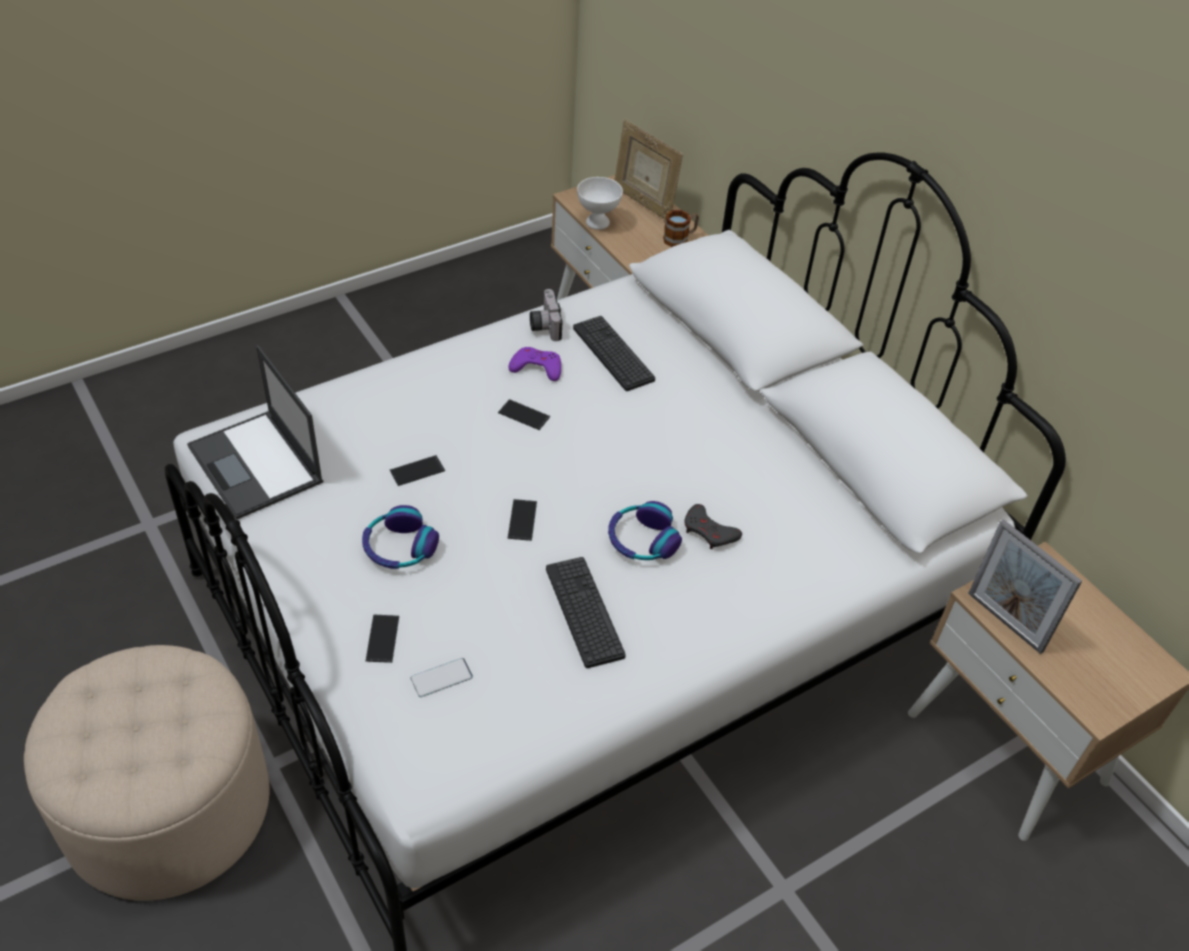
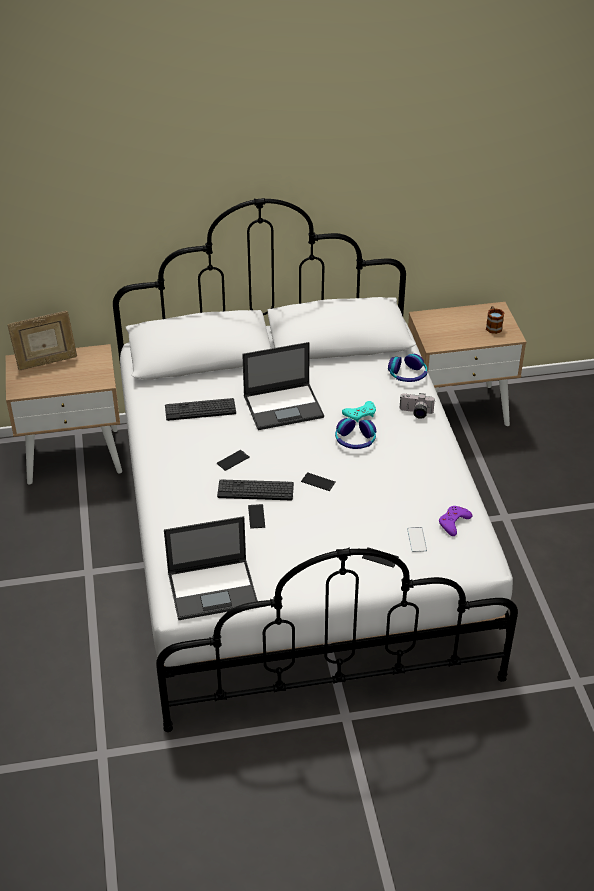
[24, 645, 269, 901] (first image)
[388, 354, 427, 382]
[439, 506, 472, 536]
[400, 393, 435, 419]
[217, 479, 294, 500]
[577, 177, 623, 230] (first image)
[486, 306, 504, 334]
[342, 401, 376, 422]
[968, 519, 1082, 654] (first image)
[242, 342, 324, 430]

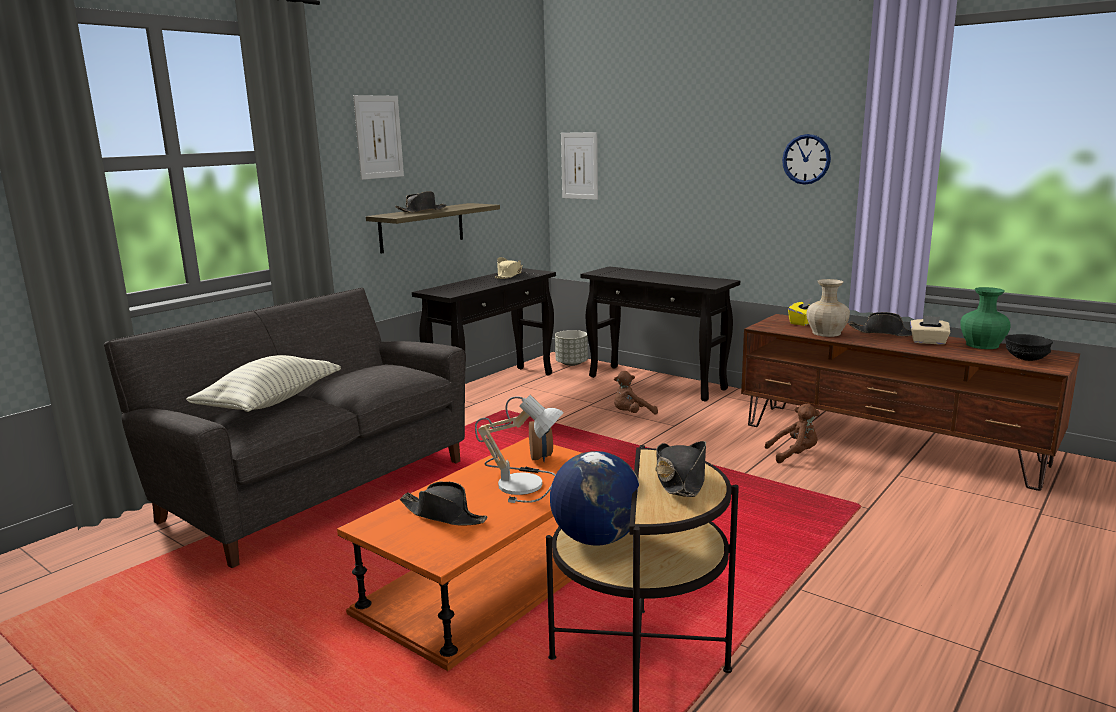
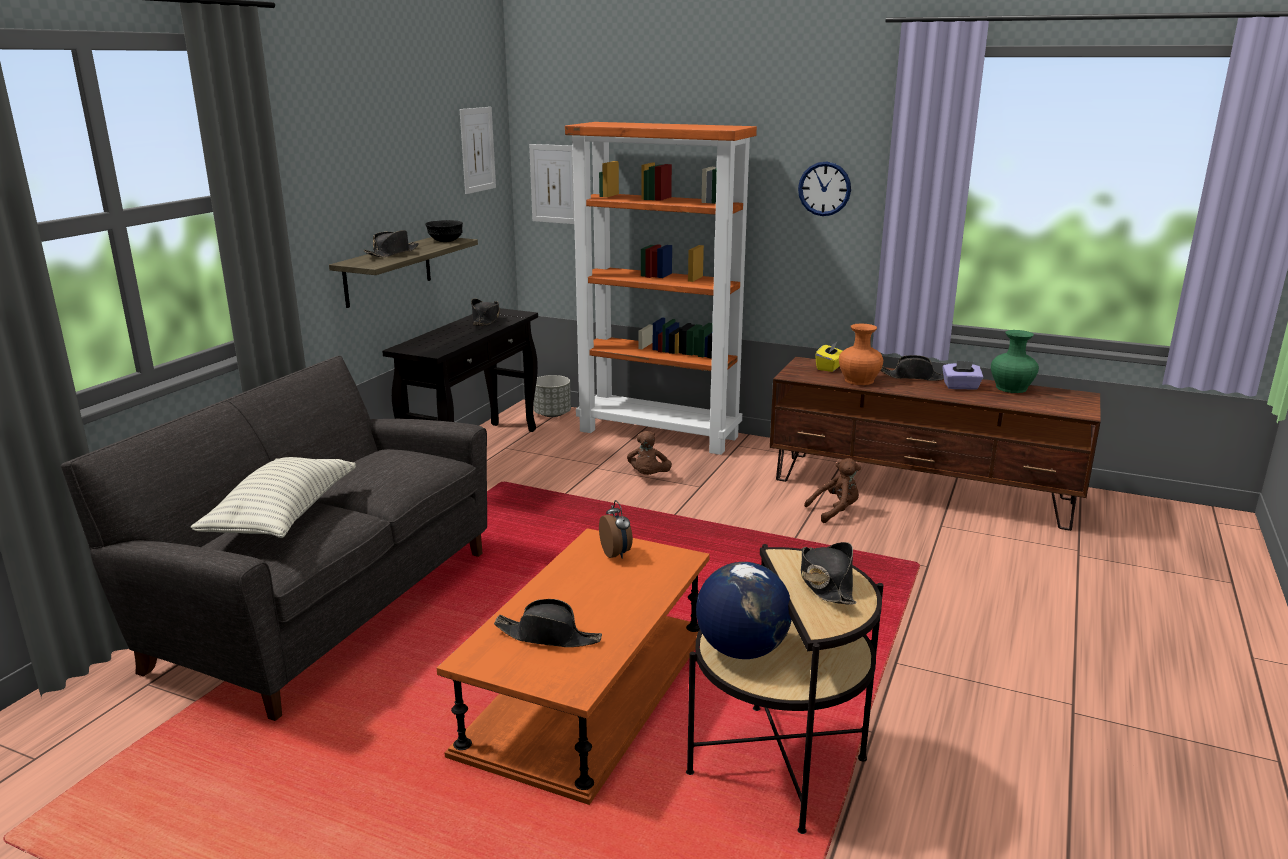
[460, 107, 496, 194]
[475, 395, 564, 503] (first image)
[471, 299, 500, 326]
[565, 122, 757, 455]
[627, 431, 672, 475]
[839, 324, 883, 385]
[942, 361, 983, 390]
[425, 220, 463, 242]

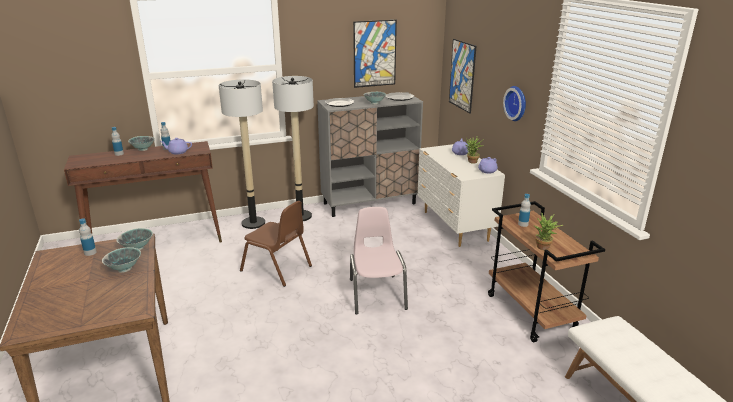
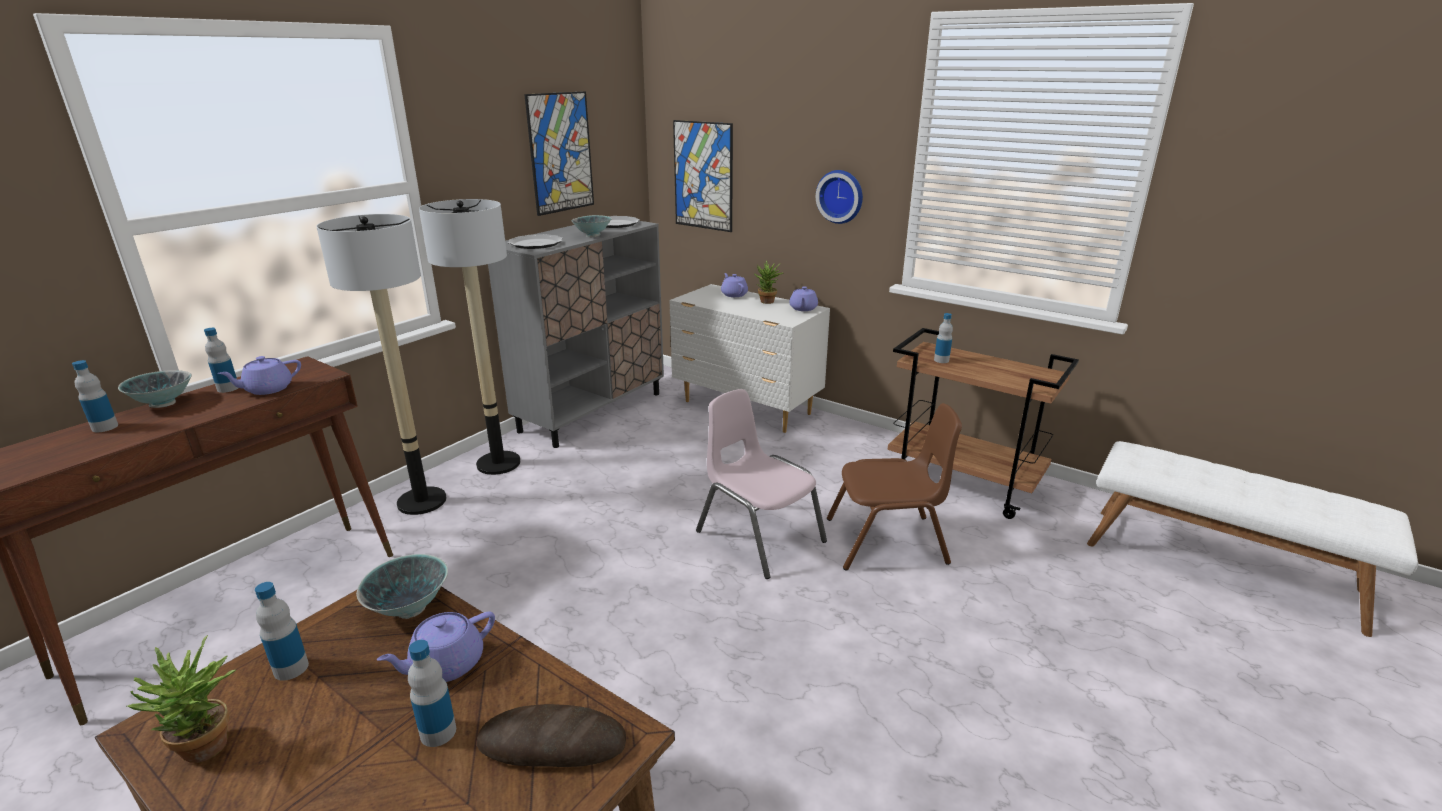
[377, 612, 495, 682]
[827, 403, 962, 571]
[127, 635, 236, 763]
[408, 640, 456, 747]
[477, 704, 626, 767]

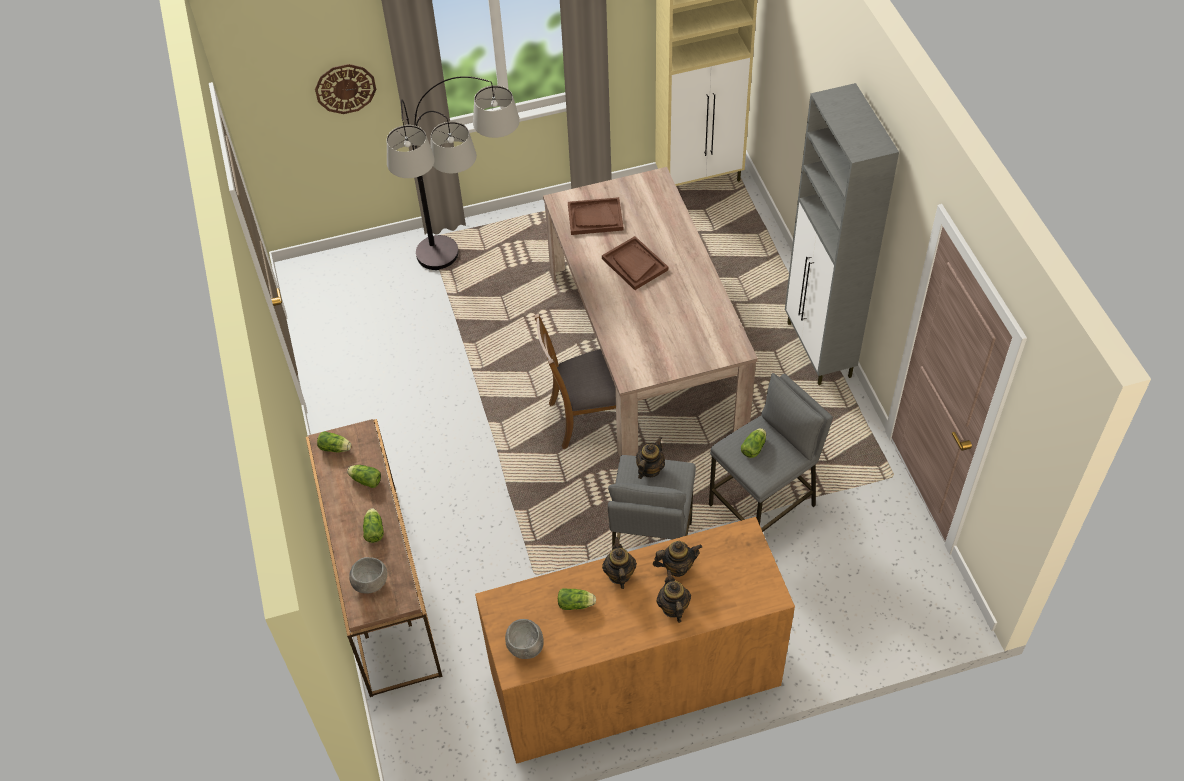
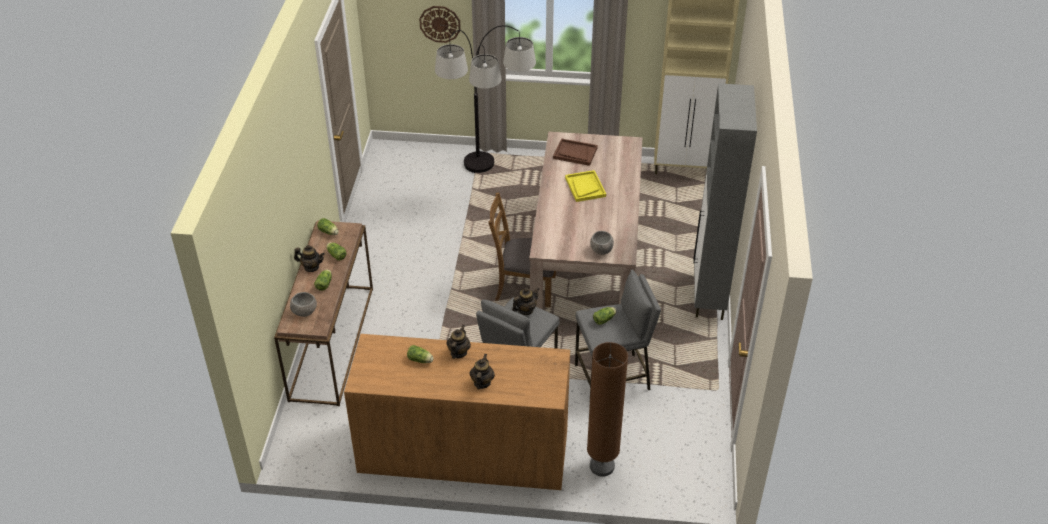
[590, 231, 614, 255]
[565, 170, 606, 202]
[294, 245, 325, 272]
[587, 342, 628, 477]

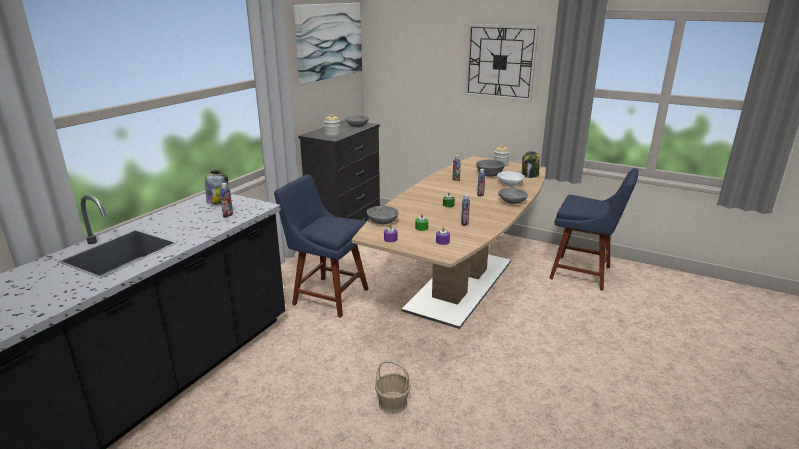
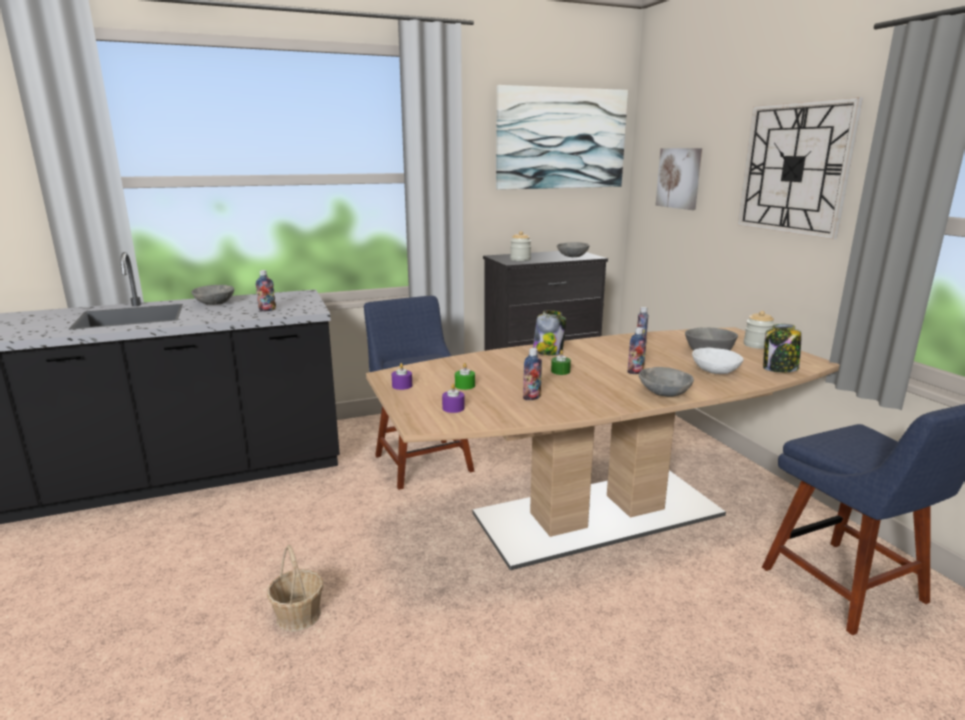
[533, 310, 566, 355]
[191, 285, 234, 305]
[655, 148, 702, 210]

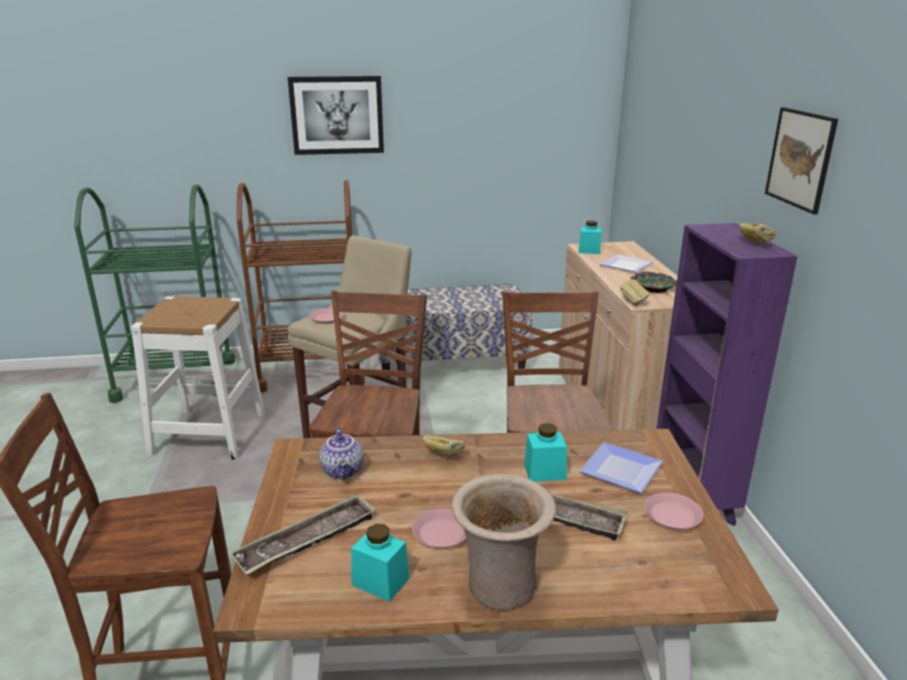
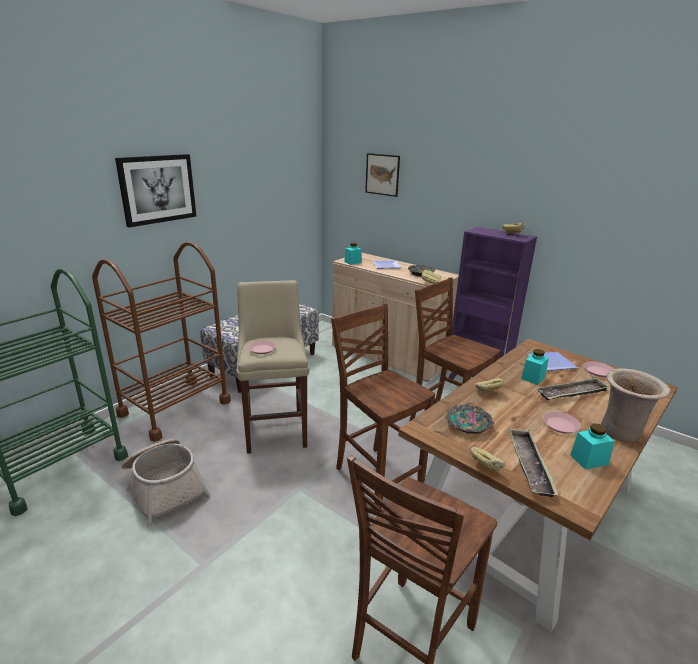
[122, 439, 211, 527]
[445, 404, 495, 434]
[365, 153, 400, 197]
[471, 447, 505, 471]

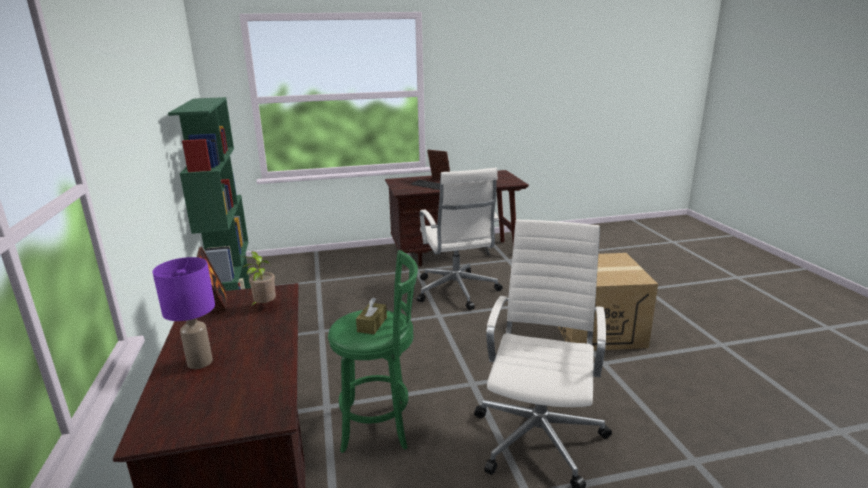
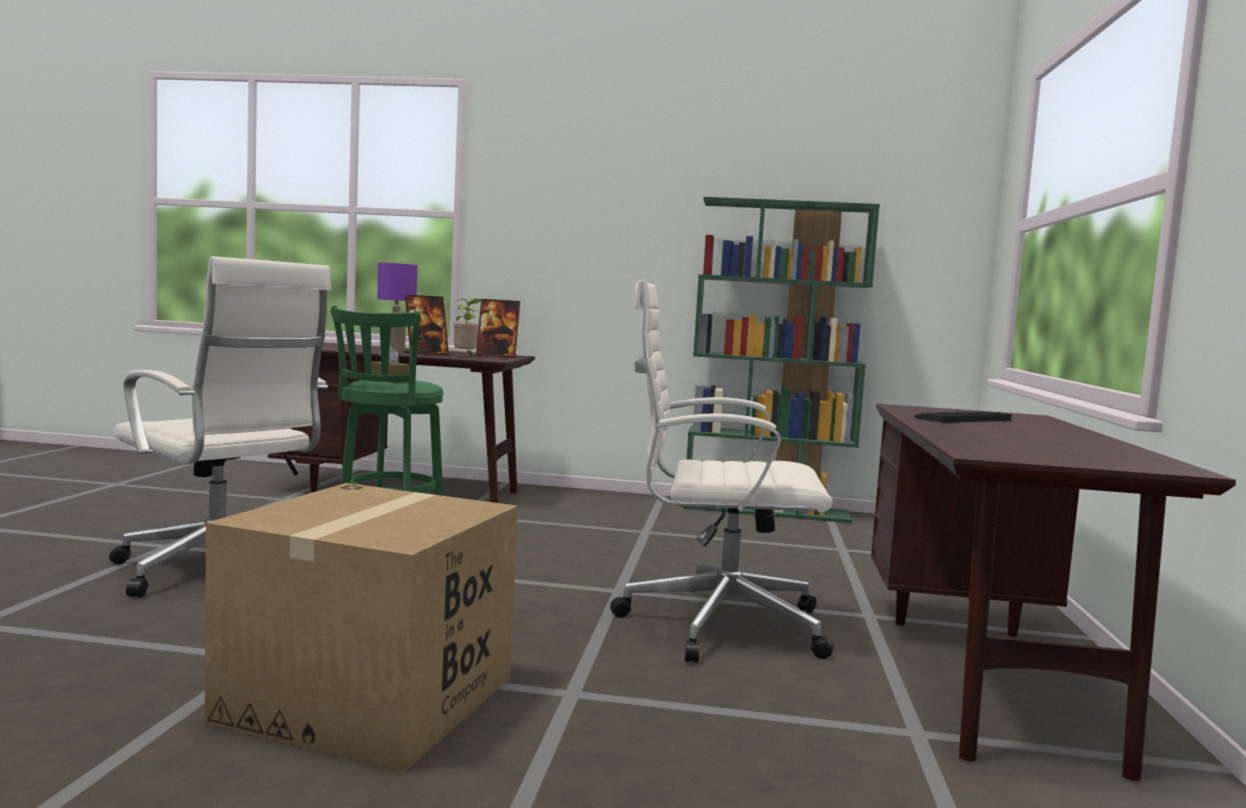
[404, 295, 449, 355]

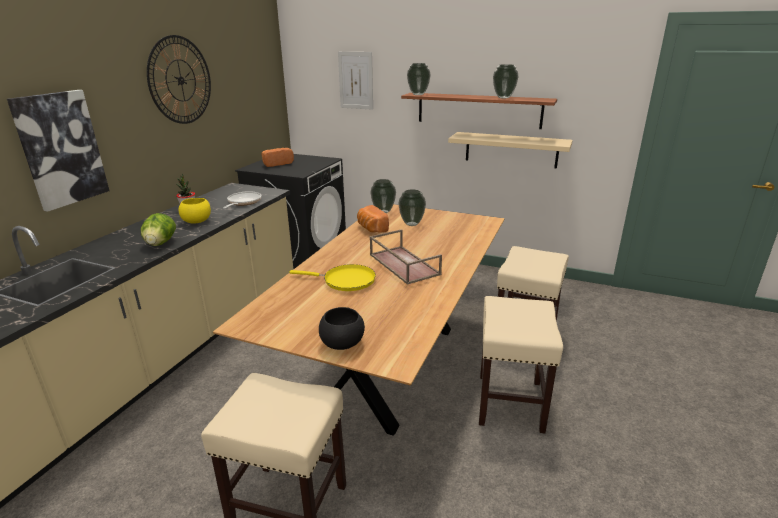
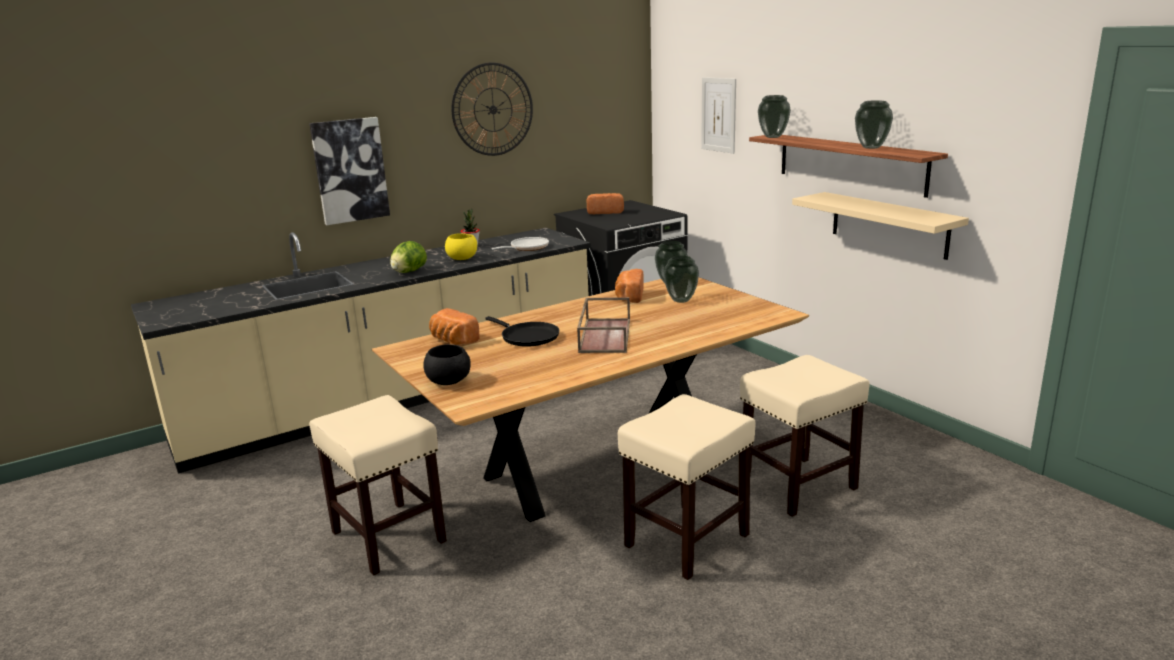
[485, 316, 559, 347]
[429, 308, 479, 345]

